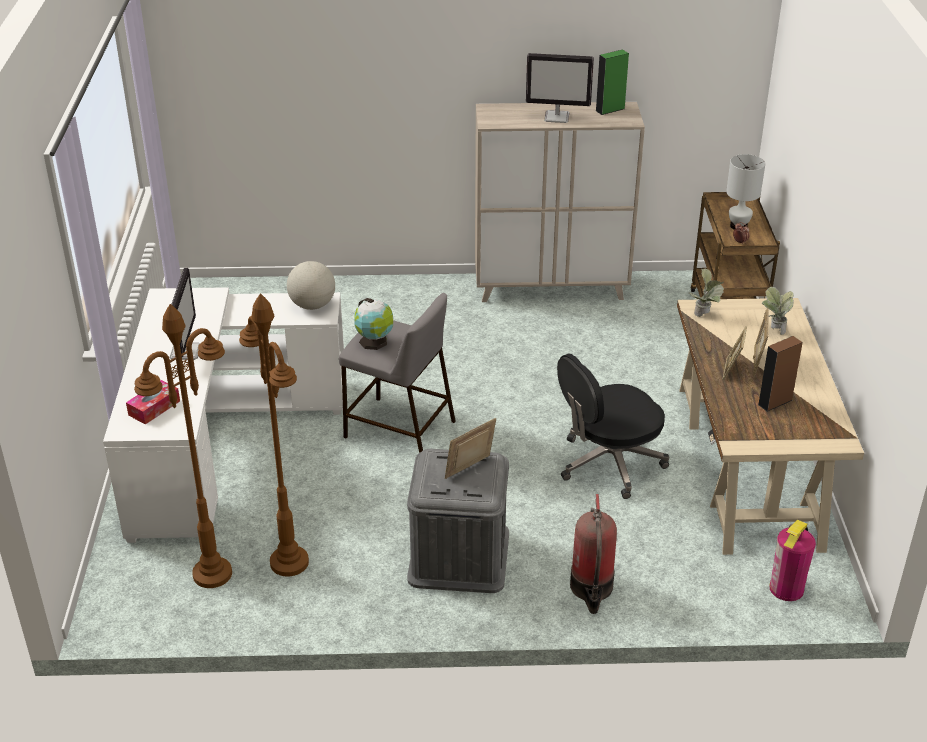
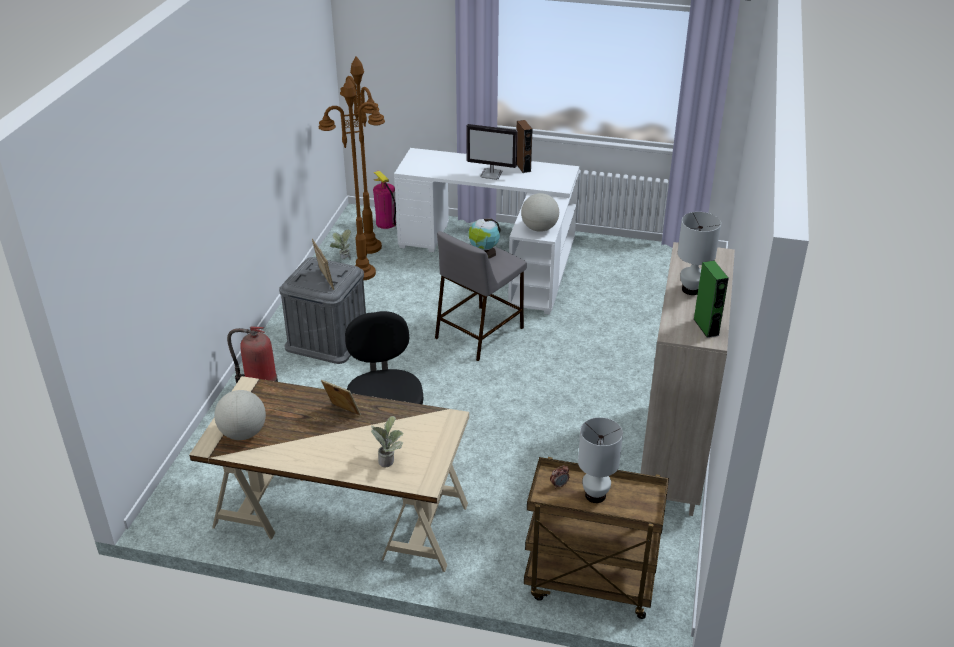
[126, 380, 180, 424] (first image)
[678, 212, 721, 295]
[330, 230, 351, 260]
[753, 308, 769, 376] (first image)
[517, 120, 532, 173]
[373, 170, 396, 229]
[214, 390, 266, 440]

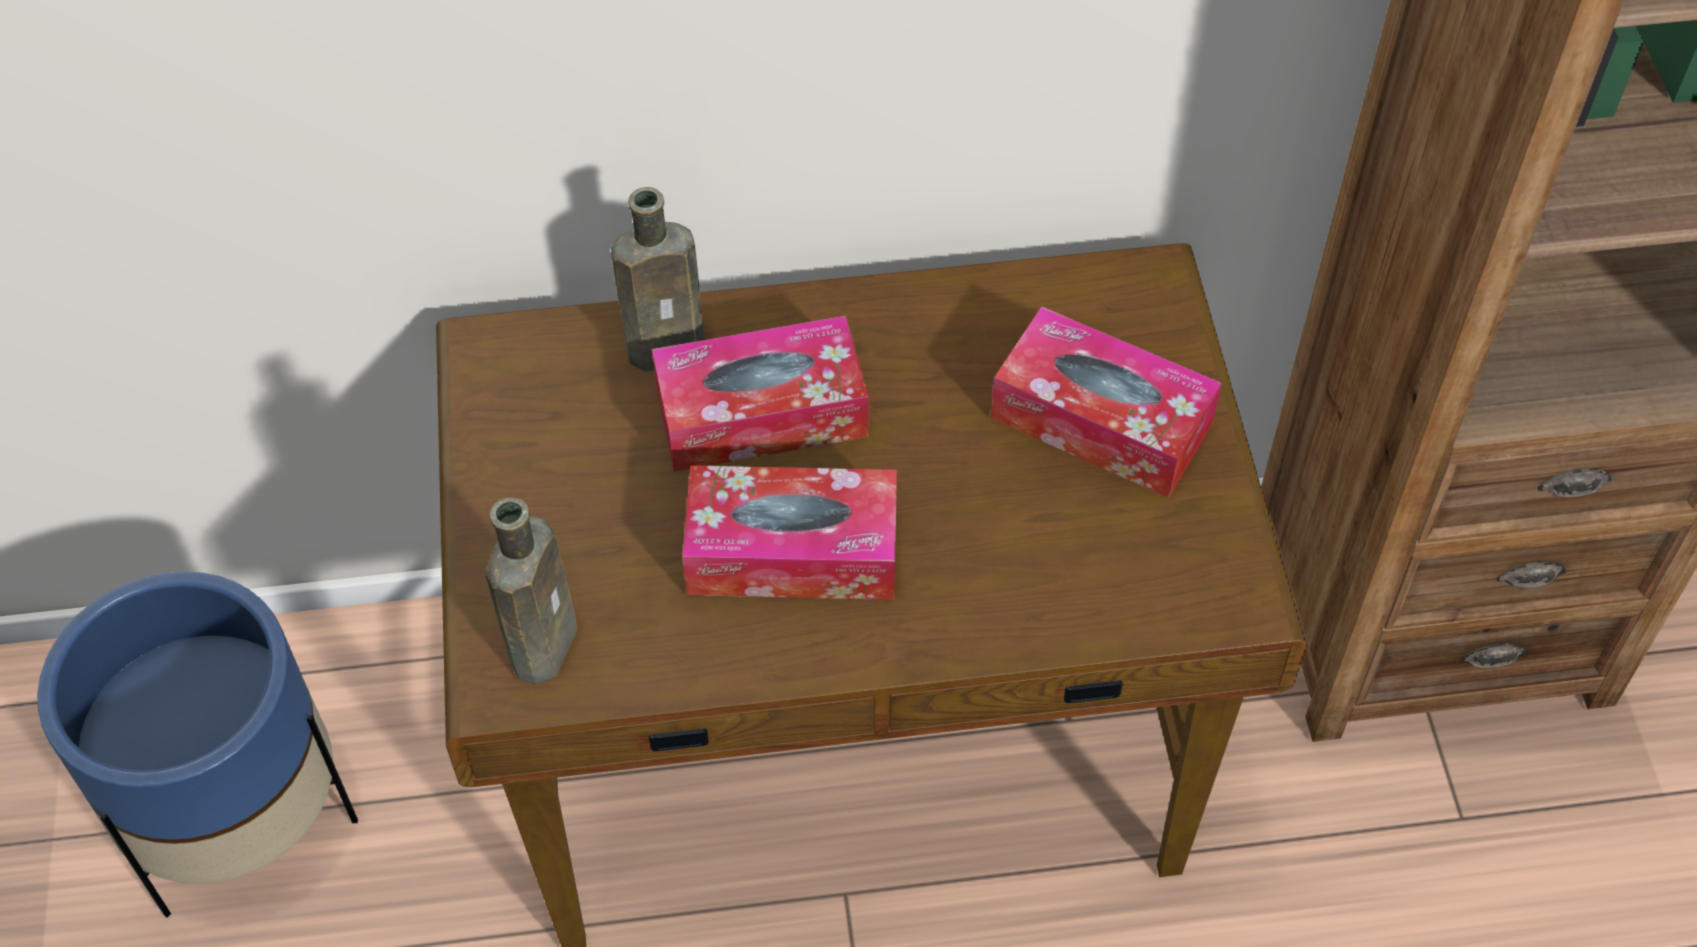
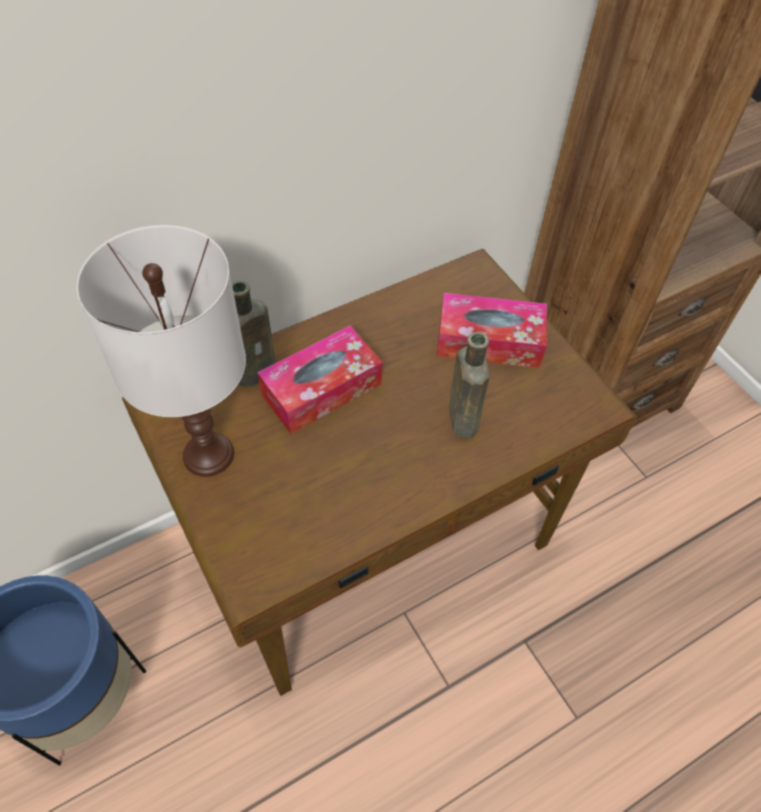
[449, 332, 489, 438]
[682, 465, 897, 600] (first image)
[77, 225, 246, 477]

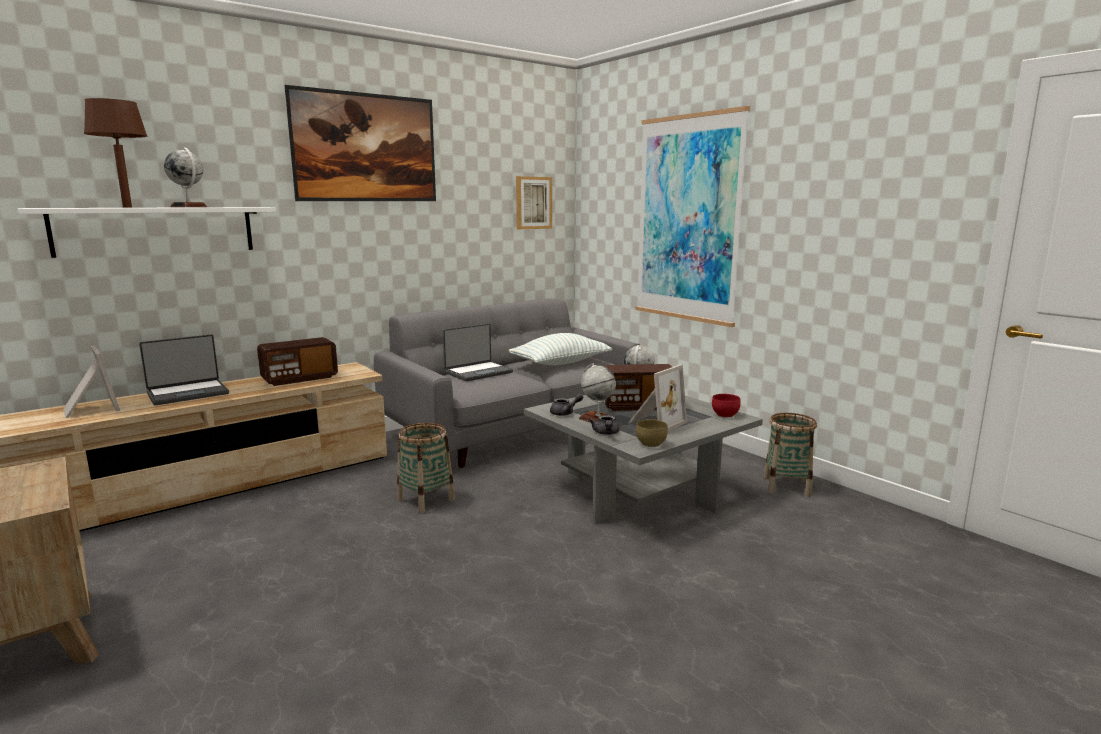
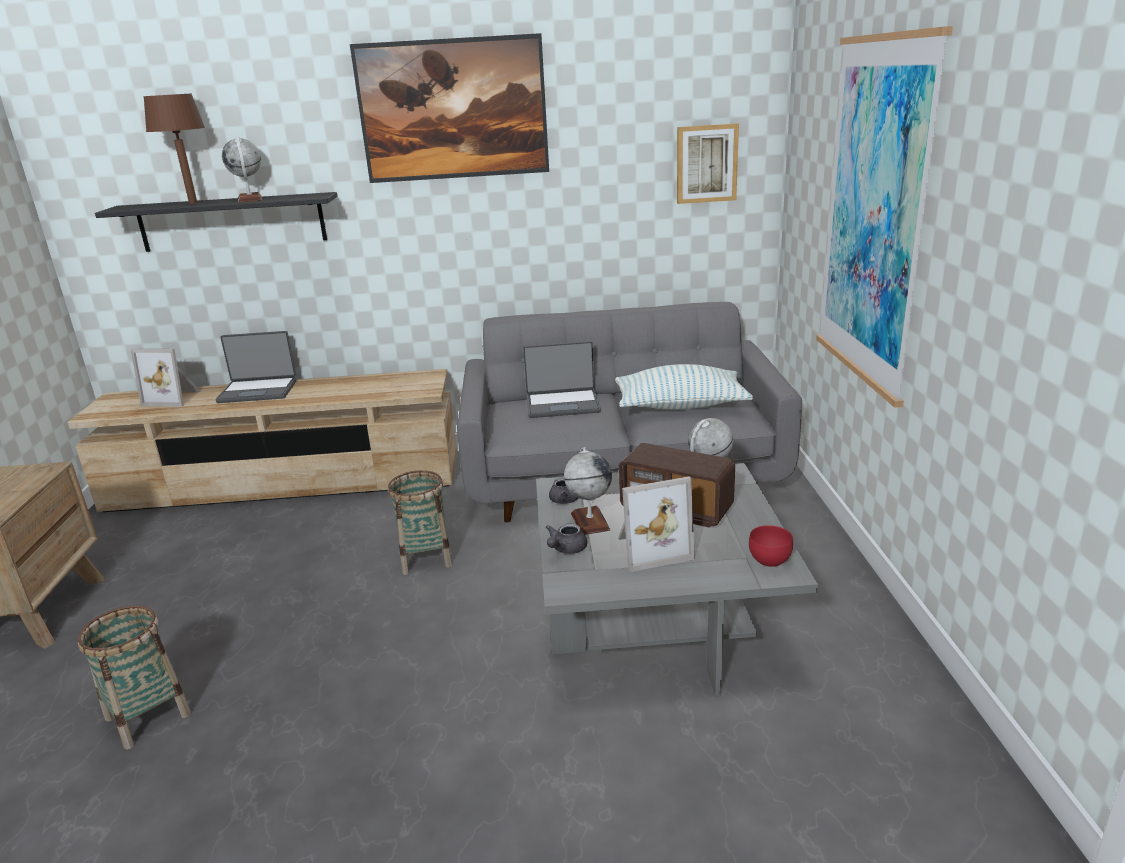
[95, 192, 337, 252]
[131, 349, 200, 407]
[257, 337, 338, 386] (first image)
[636, 419, 668, 447] (first image)
[78, 606, 191, 750]

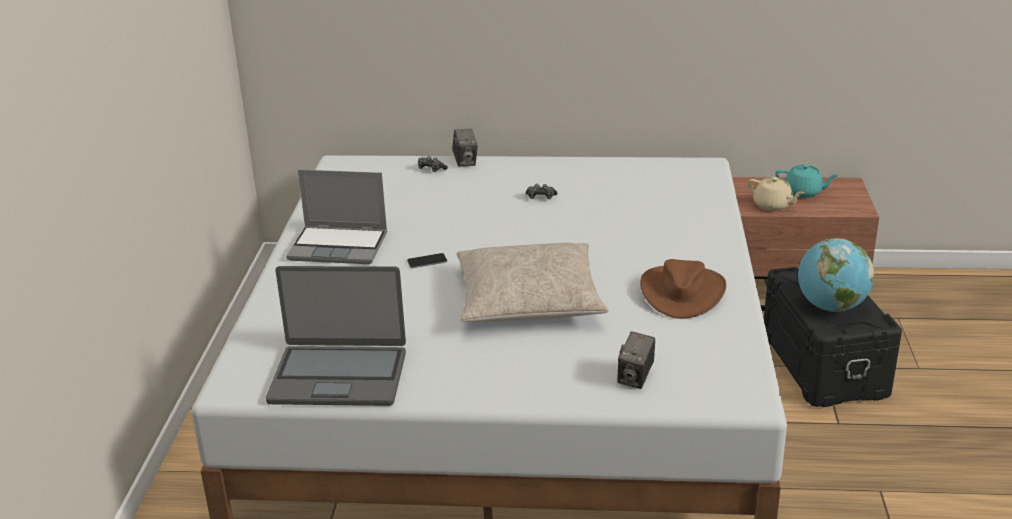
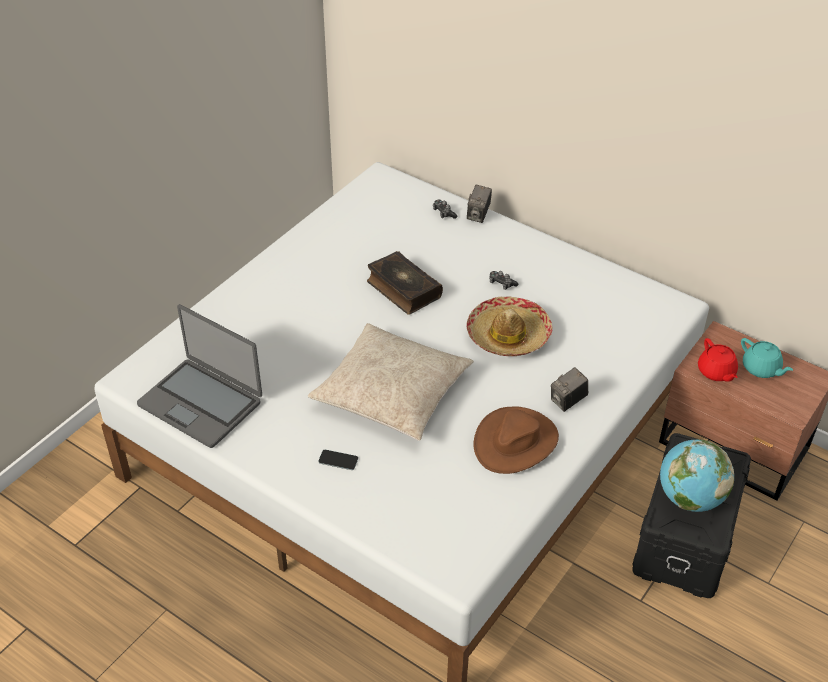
[286, 170, 387, 264] (first image)
[318, 450, 358, 470]
[551, 367, 588, 412]
[698, 338, 738, 382]
[367, 251, 443, 315]
[466, 296, 553, 356]

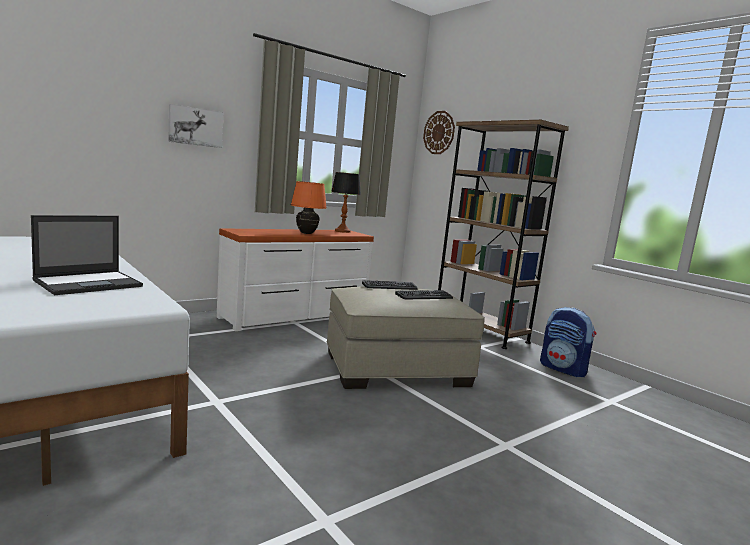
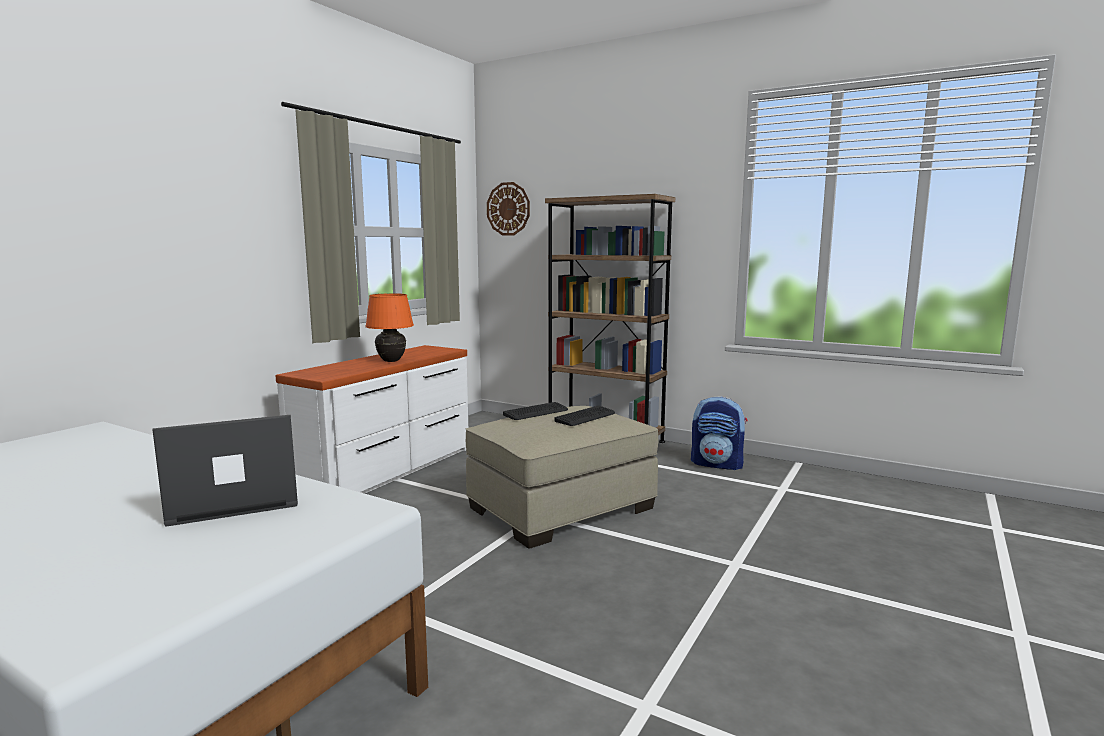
[152, 415, 298, 527]
[168, 104, 223, 148] (first image)
[331, 172, 361, 233] (first image)

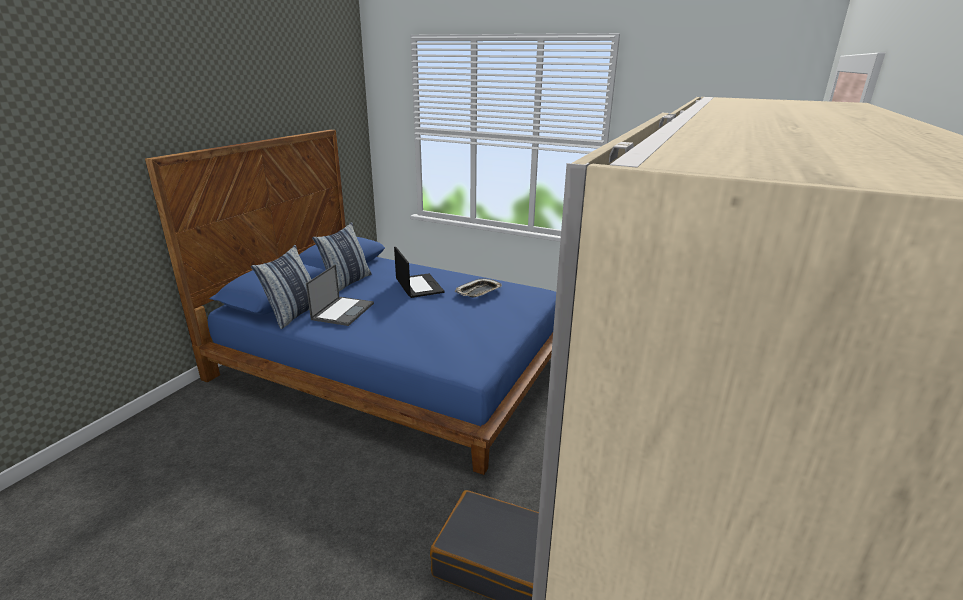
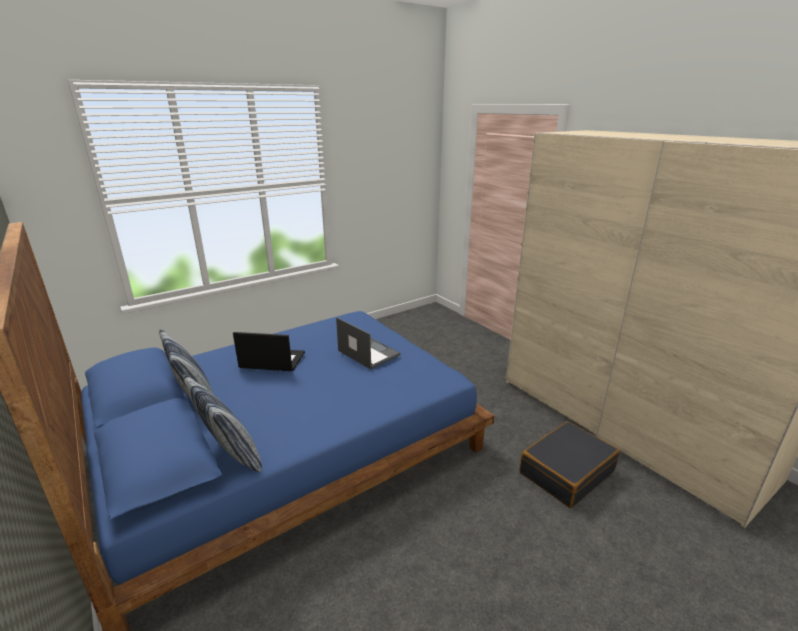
[336, 317, 401, 369]
[455, 278, 502, 298] (first image)

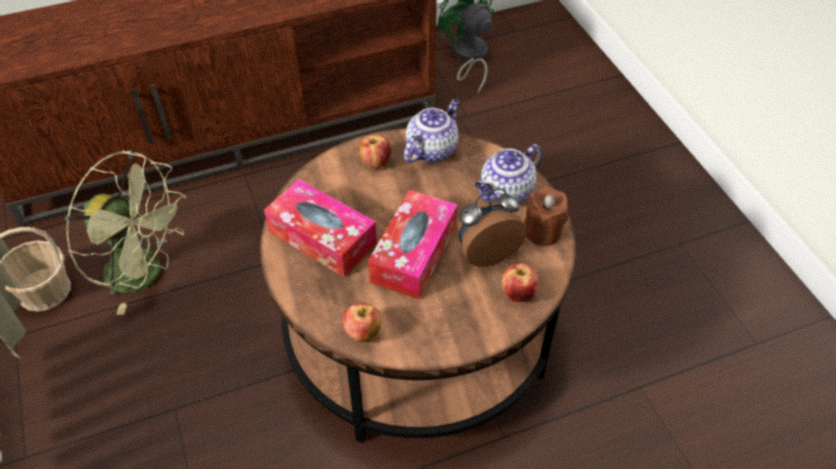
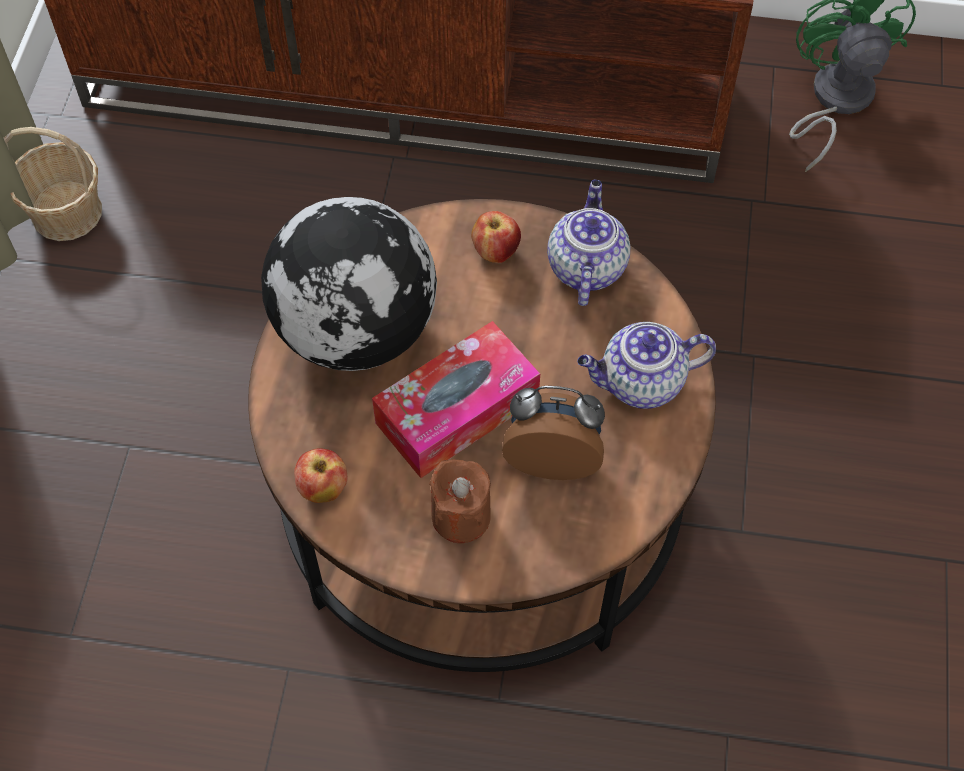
[65, 150, 186, 315] (first image)
[261, 197, 437, 371]
[547, 180, 630, 306]
[502, 263, 538, 302] (first image)
[429, 459, 491, 543]

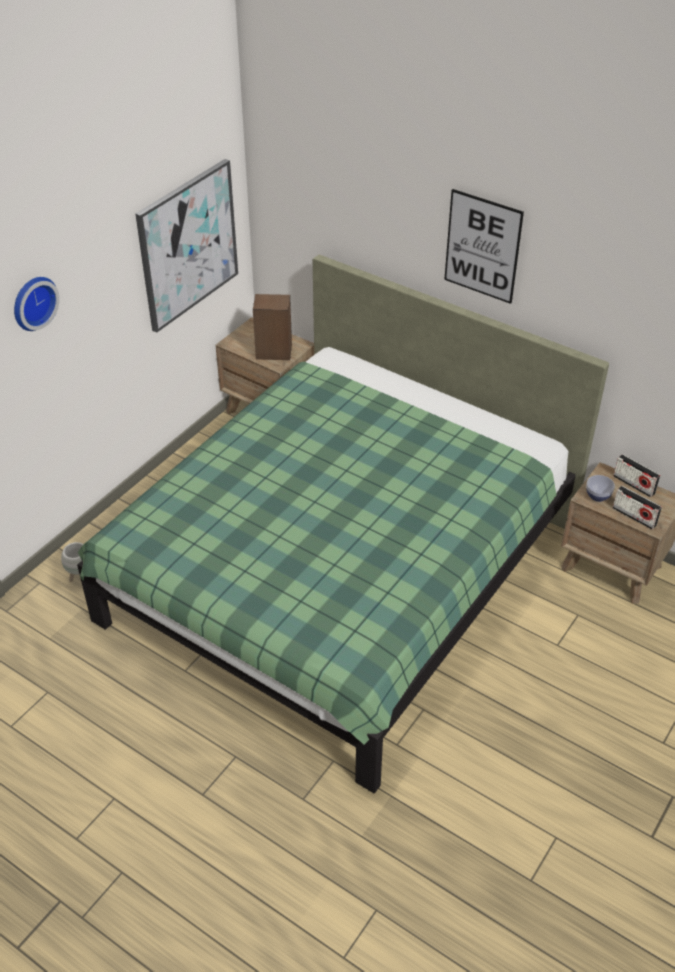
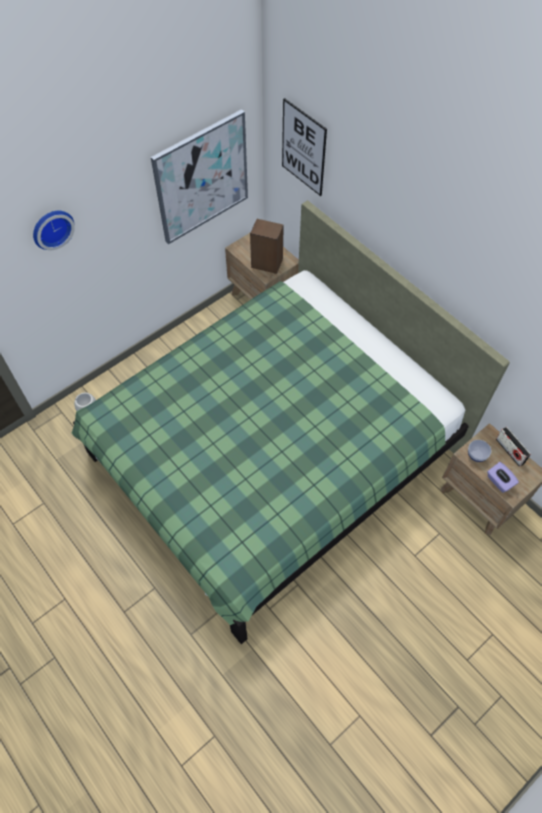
[282, 98, 327, 196]
[487, 462, 519, 493]

